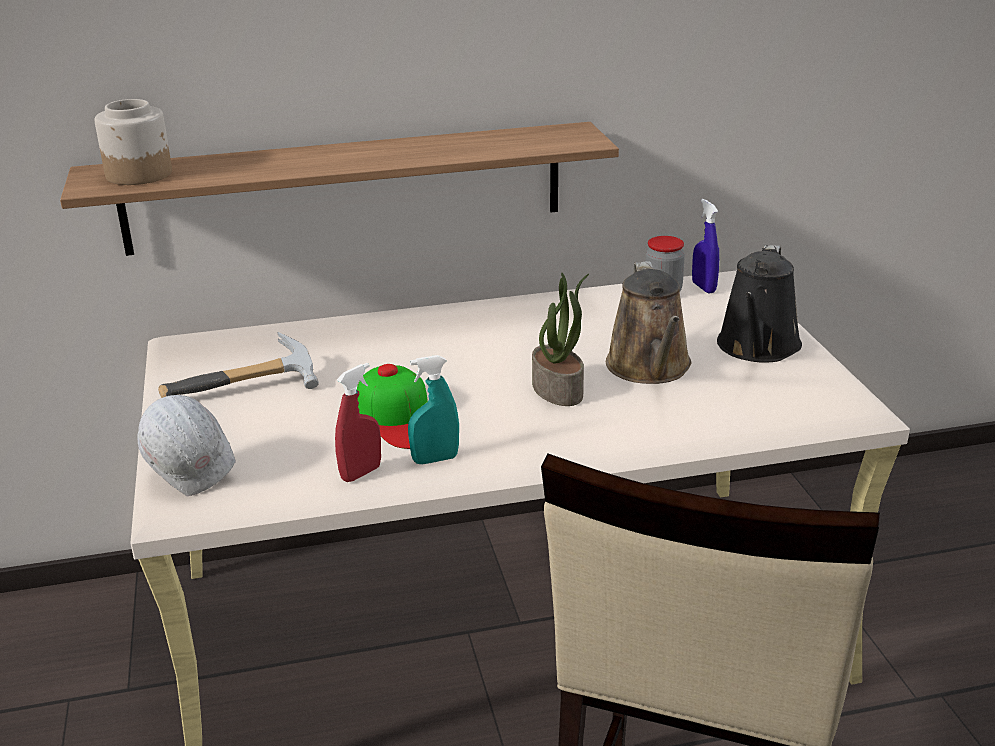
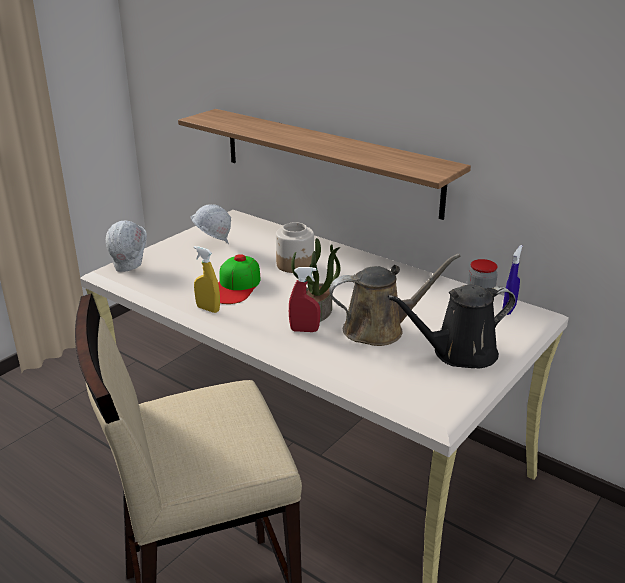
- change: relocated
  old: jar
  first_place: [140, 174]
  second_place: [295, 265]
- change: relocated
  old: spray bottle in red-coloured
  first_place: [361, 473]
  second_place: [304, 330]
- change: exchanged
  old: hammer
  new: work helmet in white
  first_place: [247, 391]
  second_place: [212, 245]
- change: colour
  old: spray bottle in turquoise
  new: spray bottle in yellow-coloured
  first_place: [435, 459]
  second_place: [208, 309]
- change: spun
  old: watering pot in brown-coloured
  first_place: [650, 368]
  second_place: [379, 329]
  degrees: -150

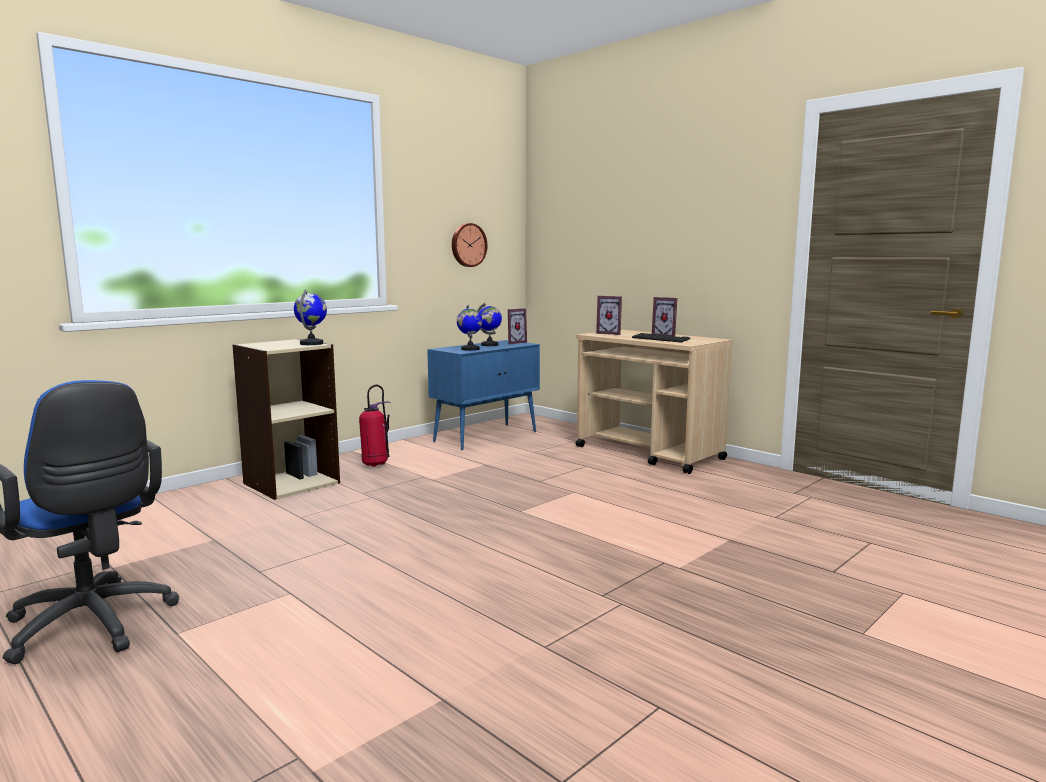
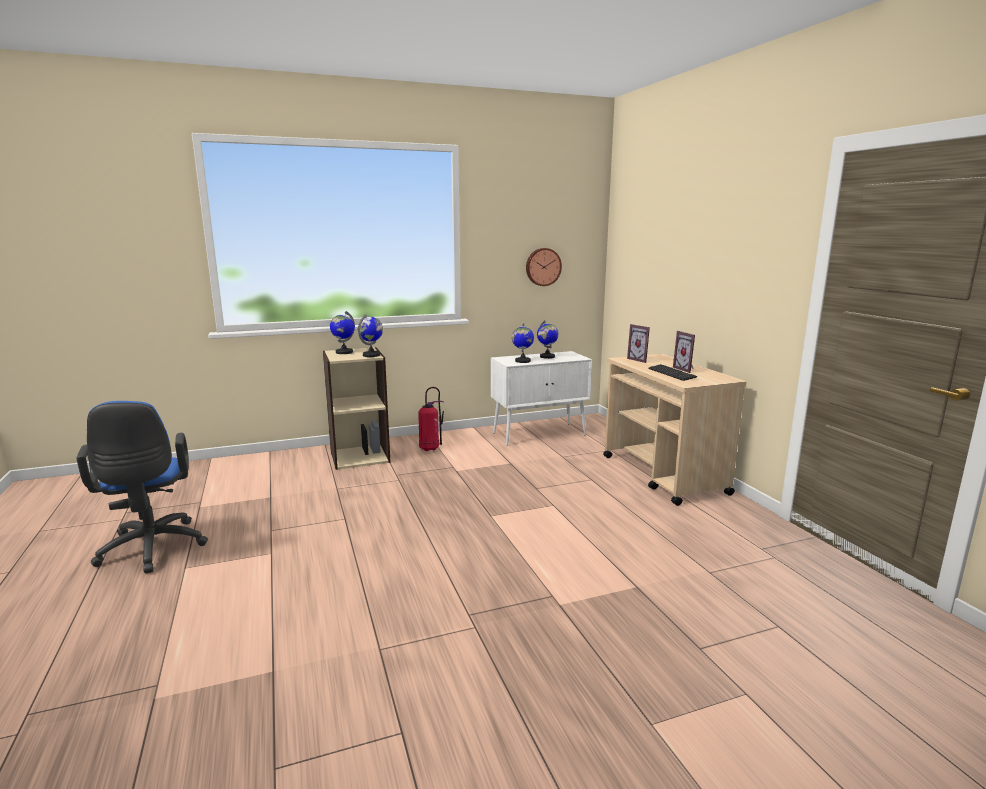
- change: missing
  old: photo frame
  first_place: [514, 342]
- change: appeared
  new: globe
  second_place: [344, 352]
- change: colour
  old: cabinet in bluish
  new: cabinet in white
  first_place: [486, 436]
  second_place: [540, 434]

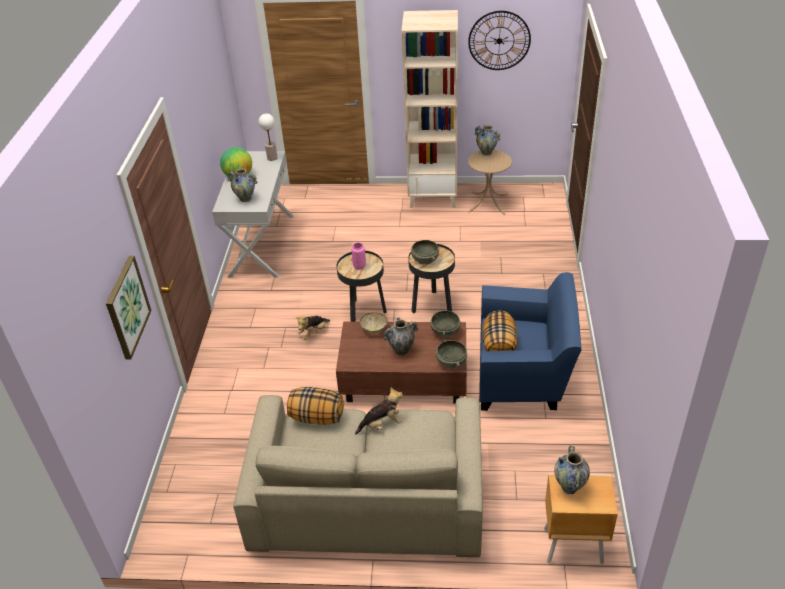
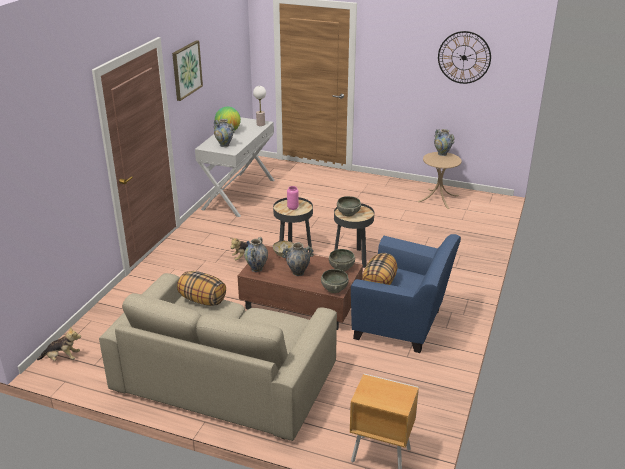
- change: missing
  old: bookcase in sand-coloured
  first_place: [433, 197]
- change: relocated
  old: wall picture
  first_place: [127, 307]
  second_place: [186, 70]
- change: relocated
  old: plush toy
  first_place: [382, 424]
  second_place: [62, 358]
- change: relocated
  old: vase
  first_place: [569, 487]
  second_place: [256, 269]

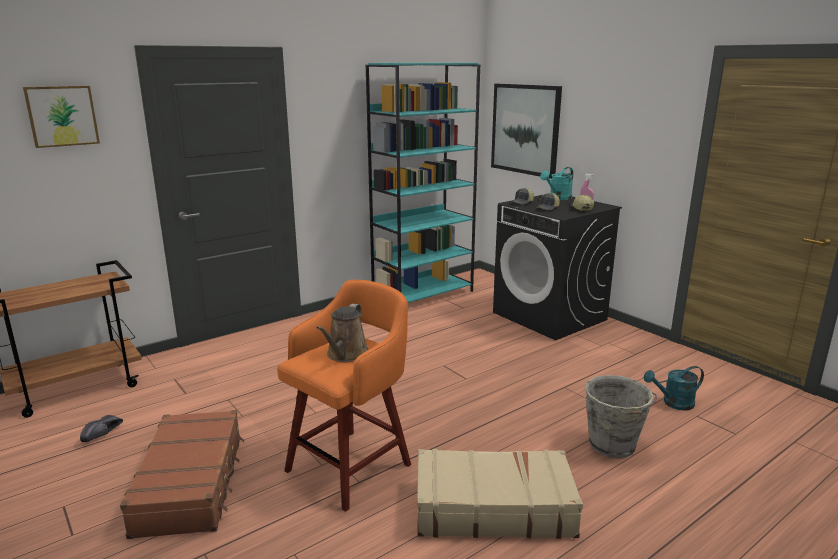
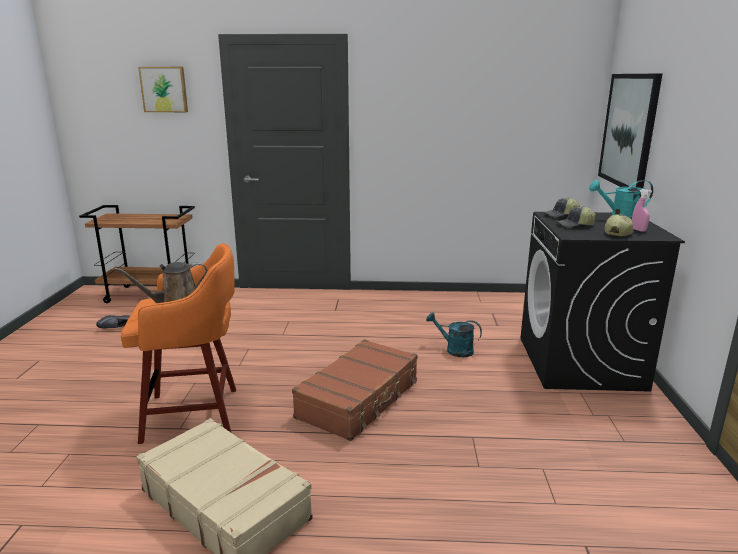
- change: missing
  old: bookcase in turquoise
  first_place: [423, 294]
- change: missing
  old: water bucket in gray
  first_place: [612, 446]
- change: relocated
  old: piece of luggage in brown-coloured
  first_place: [191, 483]
  second_place: [359, 399]
- change: relocated
  old: watering pot in turquoise
  first_place: [673, 403]
  second_place: [454, 350]

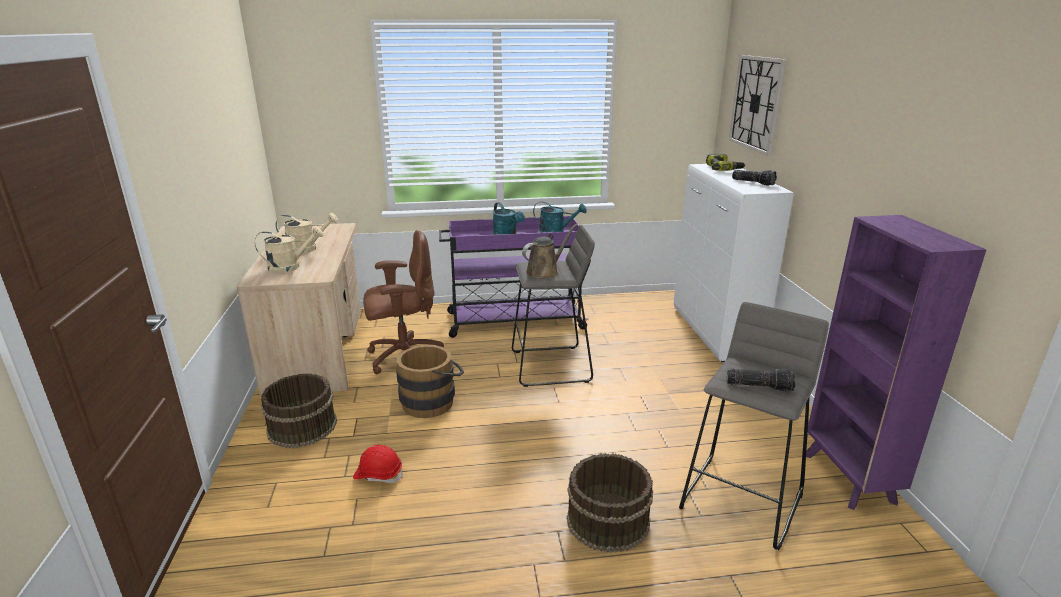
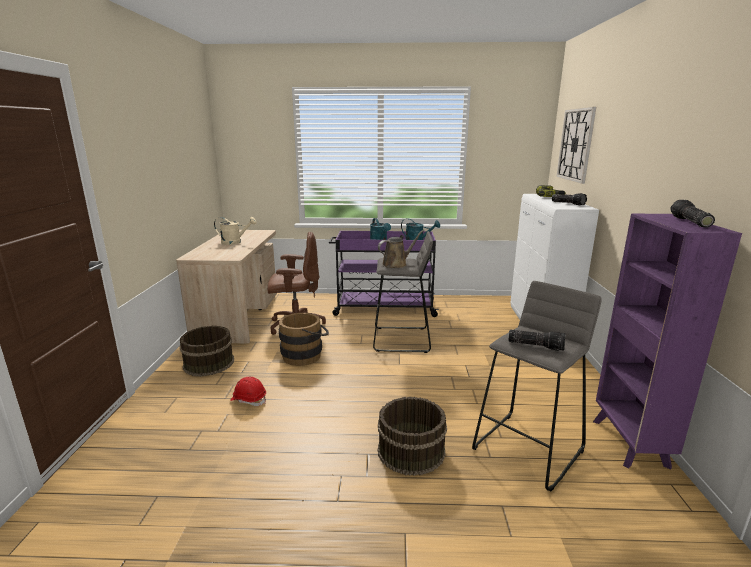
- change: missing
  old: watering pot in sand-coloured
  first_place: [290, 267]
- change: appeared
  new: torch
  second_place: [689, 222]

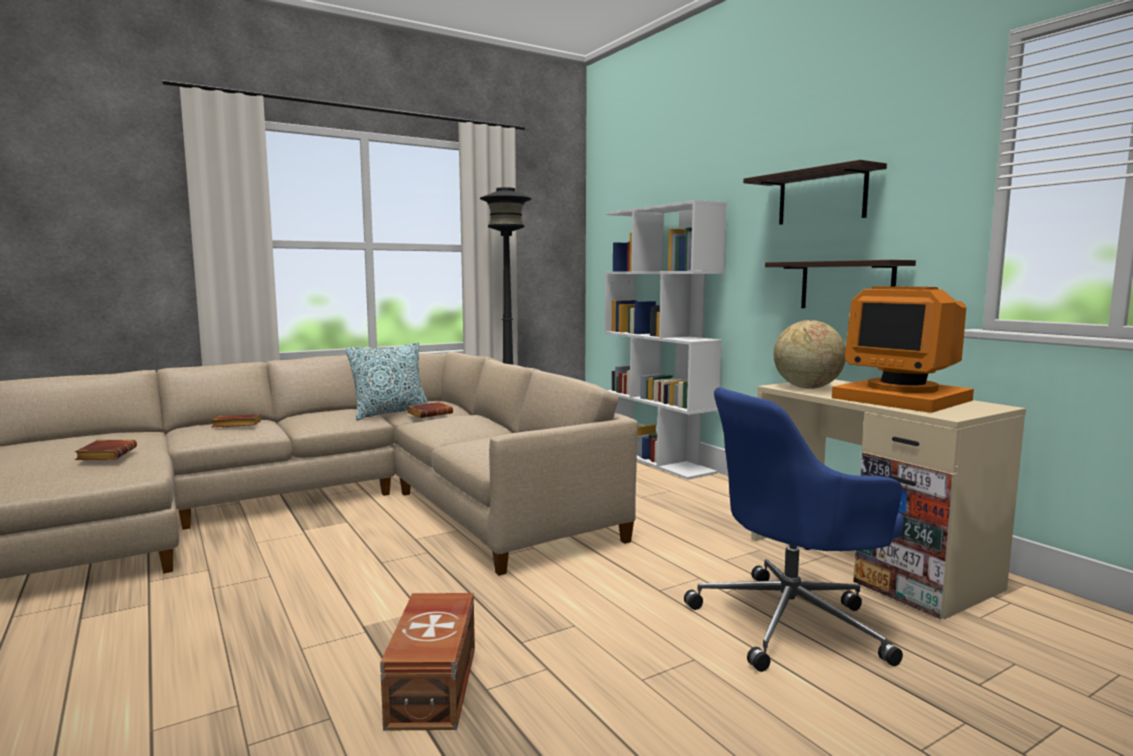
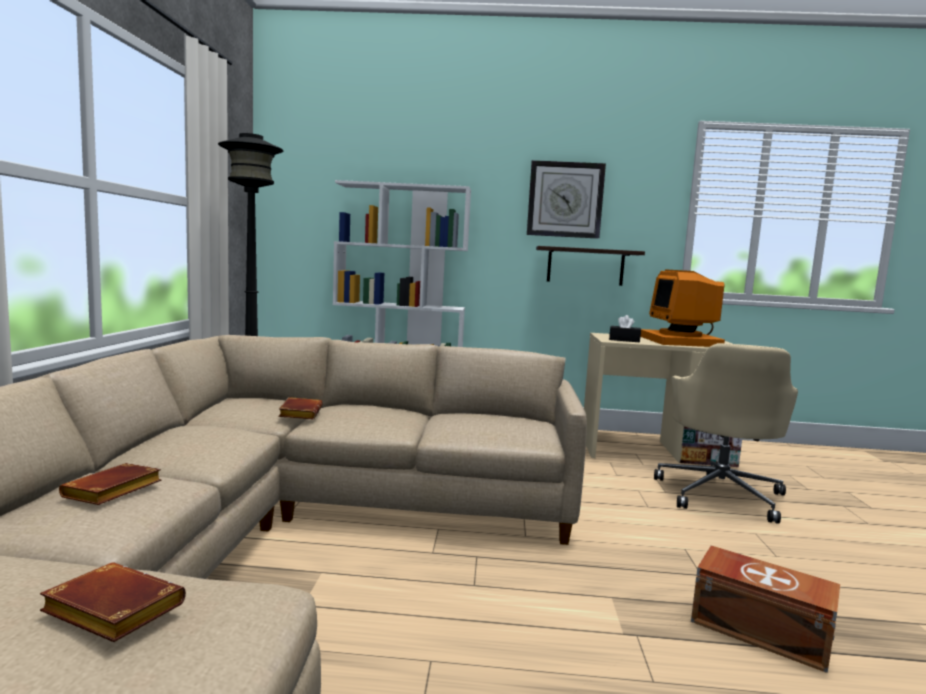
- change: missing
  old: pillow
  first_place: [390, 413]
- change: exchanged
  old: wall shelf
  new: clock on the wall
  first_place: [821, 197]
  second_place: [565, 200]
- change: exchanged
  old: globe
  new: tissue box in blackish
  first_place: [806, 388]
  second_place: [624, 340]
- change: colour
  old: office chair in bluish
  new: office chair in sand-coloured
  first_place: [792, 622]
  second_place: [720, 494]
- change: spun
  old: computer screen
  first_place: [903, 398]
  second_place: [681, 341]
  degrees: 90

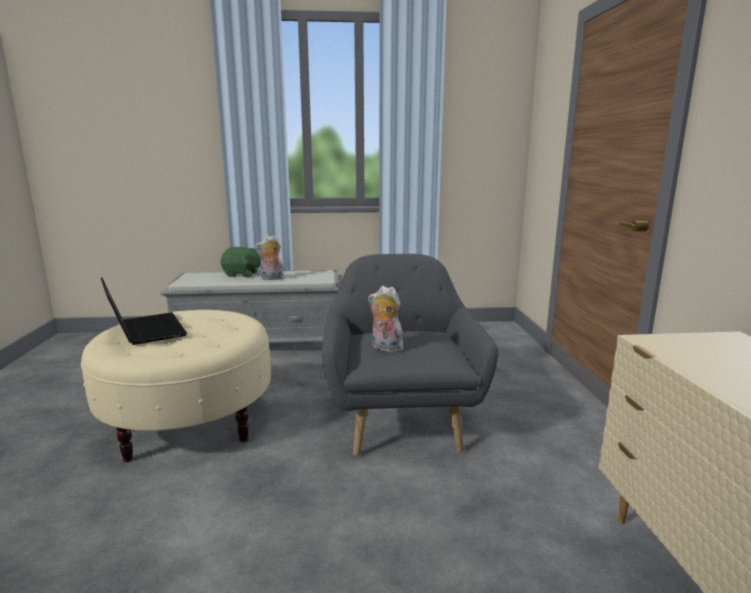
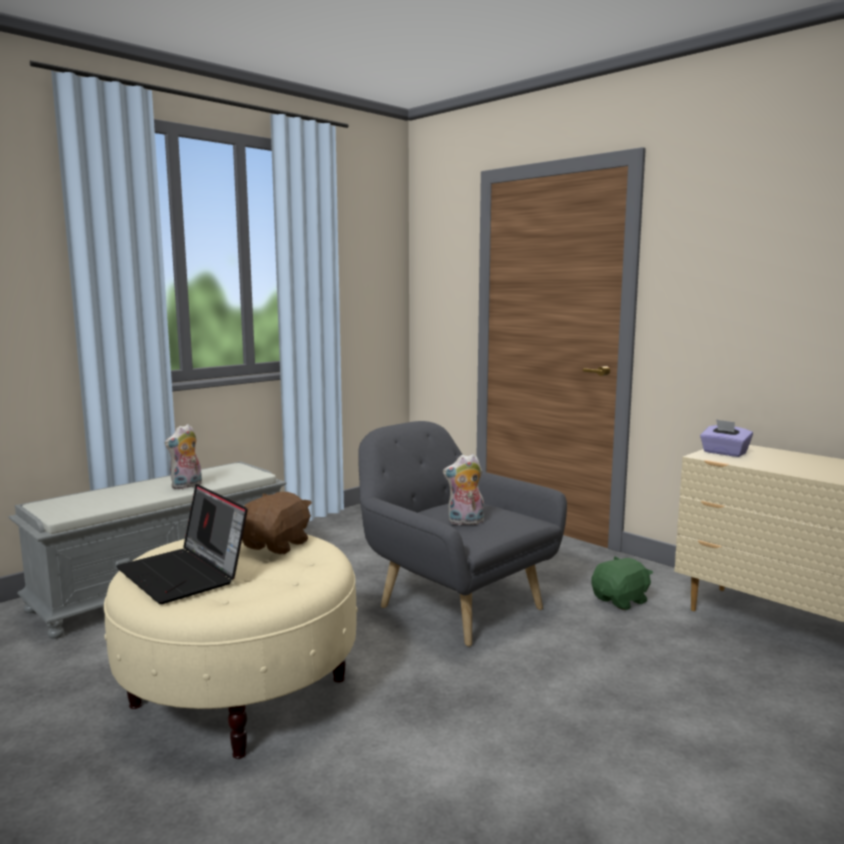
- change: appeared
  new: plush toy in brown-coloured
  second_place: [277, 545]
- change: appeared
  new: tissue box in purple-coloured
  second_place: [724, 453]
- change: relocated
  old: plush toy in greenish
  first_place: [242, 274]
  second_place: [621, 600]
- change: spun
  old: laptop
  first_place: [145, 330]
  second_place: [185, 574]
  degrees: -150

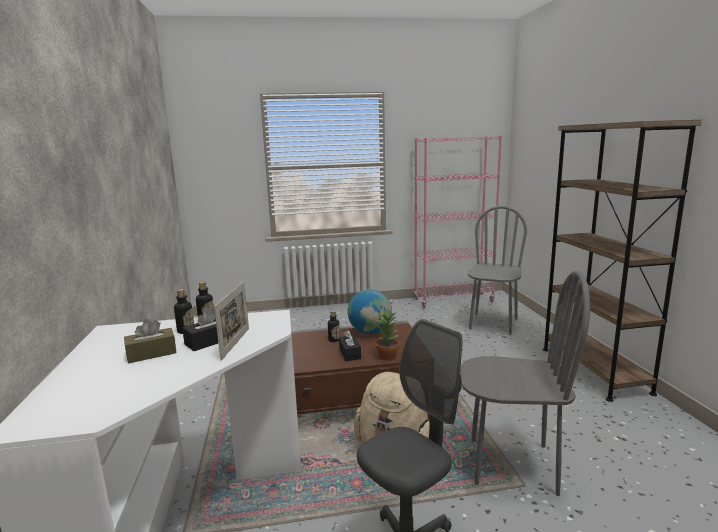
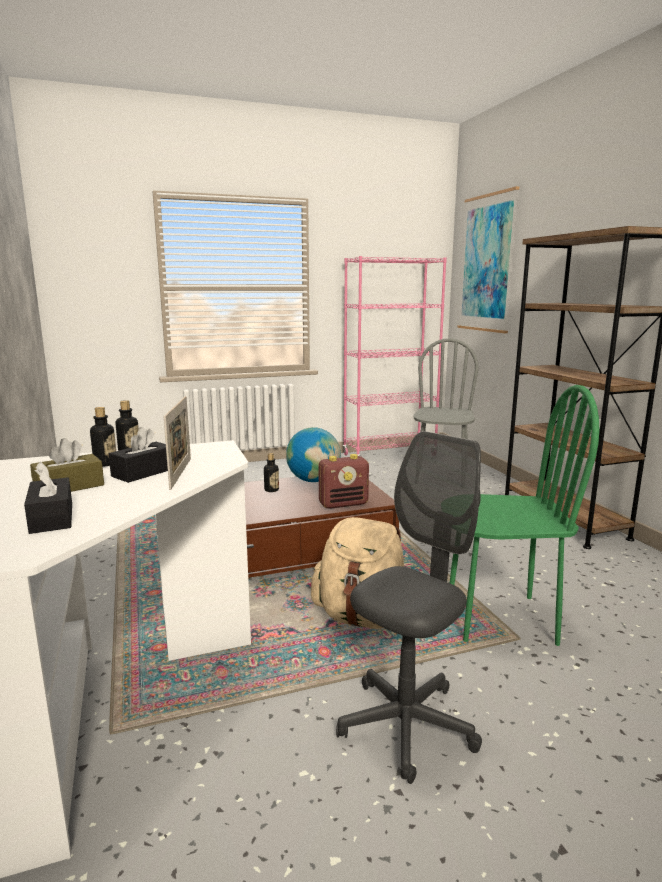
- change: appeared
  new: wall picture
  second_place: [486, 264]
- change: relocated
  old: tissue box in blackish
  first_place: [350, 353]
  second_place: [51, 518]
- change: exchanged
  old: houseplant
  new: radio set
  first_place: [388, 356]
  second_place: [343, 504]
- change: colour
  old: plain chair in gray
  new: plain chair in greenish
  first_place: [512, 465]
  second_place: [500, 619]

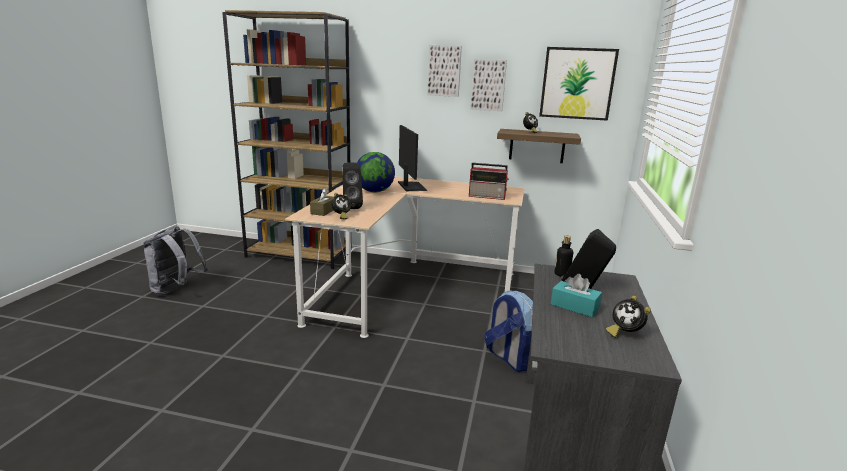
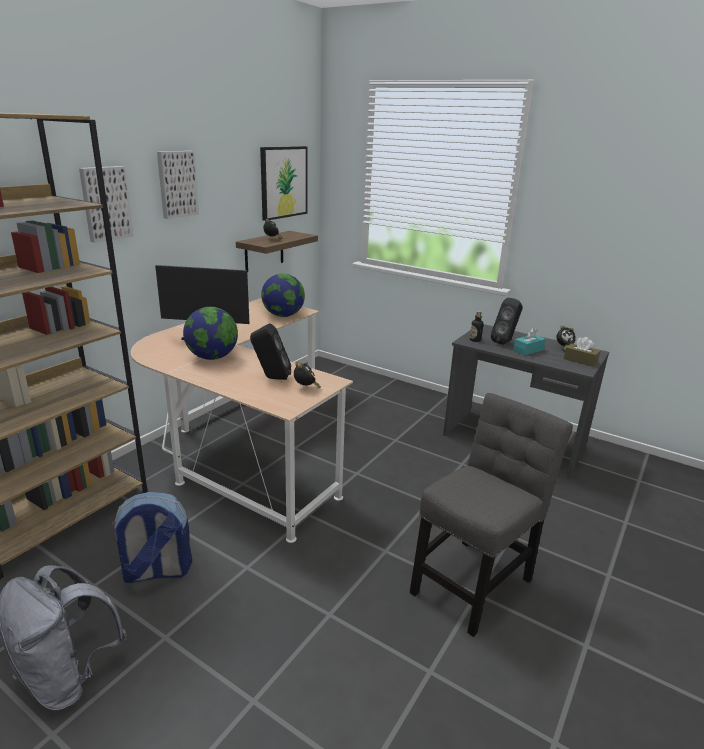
- change: appeared
  new: plain chair in gray
  second_place: [474, 581]
- change: relocated
  old: tissue box in brown-coloured
  first_place: [324, 211]
  second_place: [580, 360]
- change: relocated
  old: wall picture
  first_place: [488, 85]
  second_place: [105, 203]
- change: relocated
  old: backpack
  first_place: [509, 358]
  second_place: [156, 572]
- change: exchanged
  old: radio set
  new: globe
  first_place: [488, 196]
  second_place: [283, 315]

